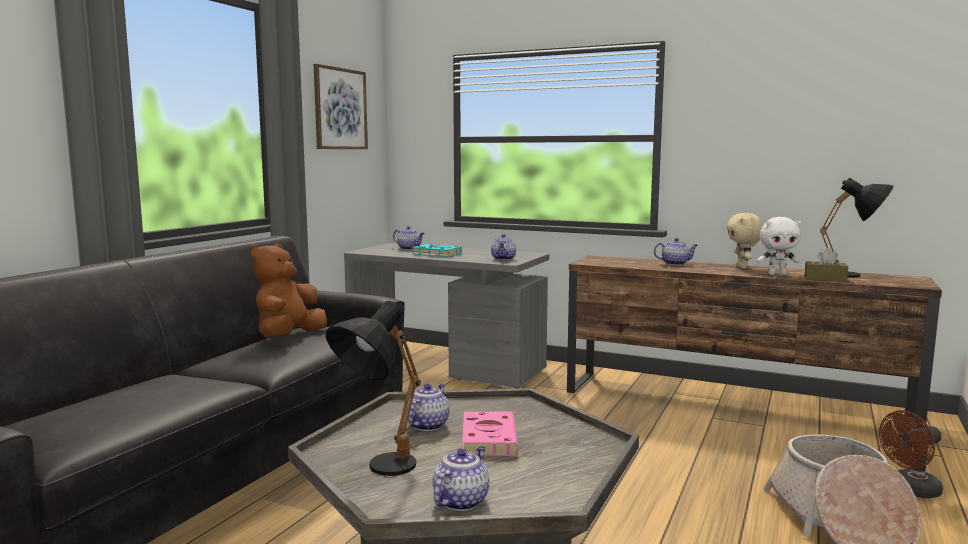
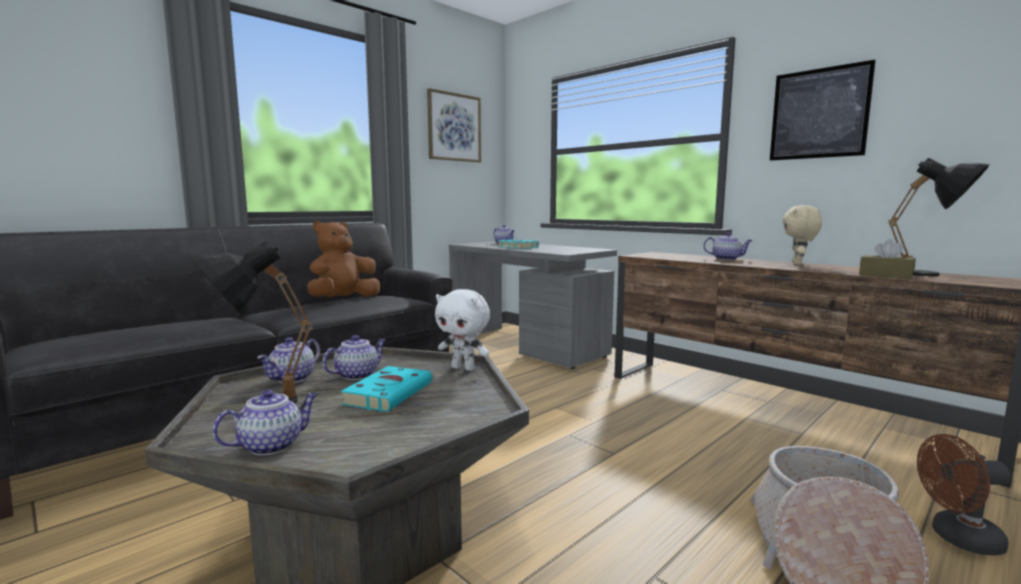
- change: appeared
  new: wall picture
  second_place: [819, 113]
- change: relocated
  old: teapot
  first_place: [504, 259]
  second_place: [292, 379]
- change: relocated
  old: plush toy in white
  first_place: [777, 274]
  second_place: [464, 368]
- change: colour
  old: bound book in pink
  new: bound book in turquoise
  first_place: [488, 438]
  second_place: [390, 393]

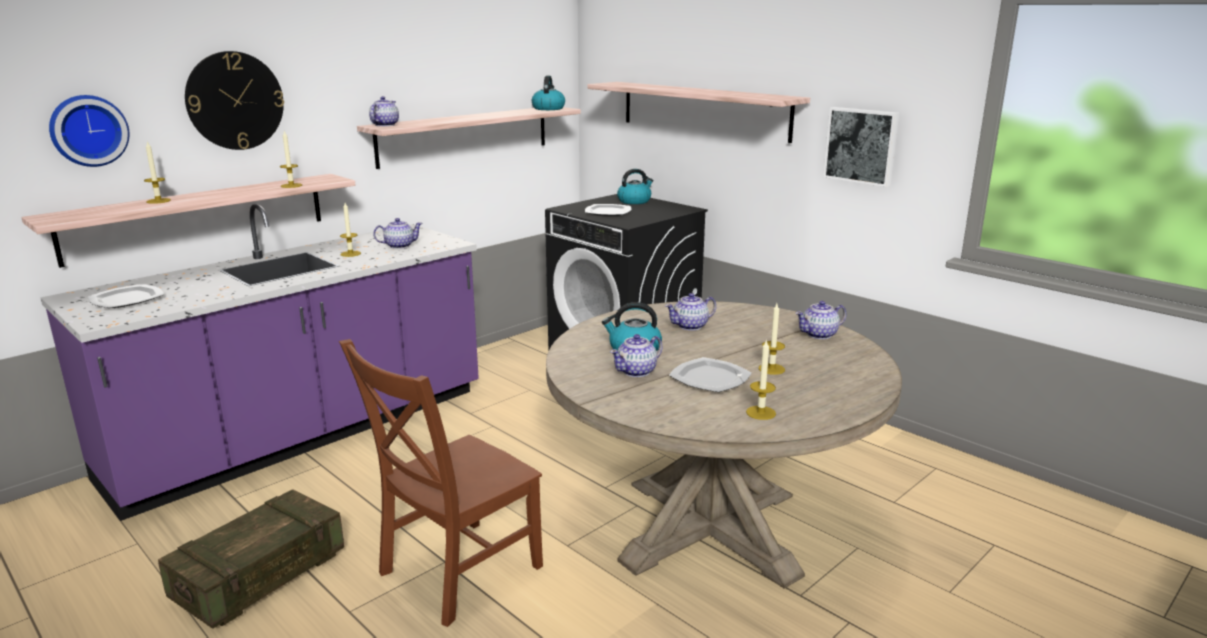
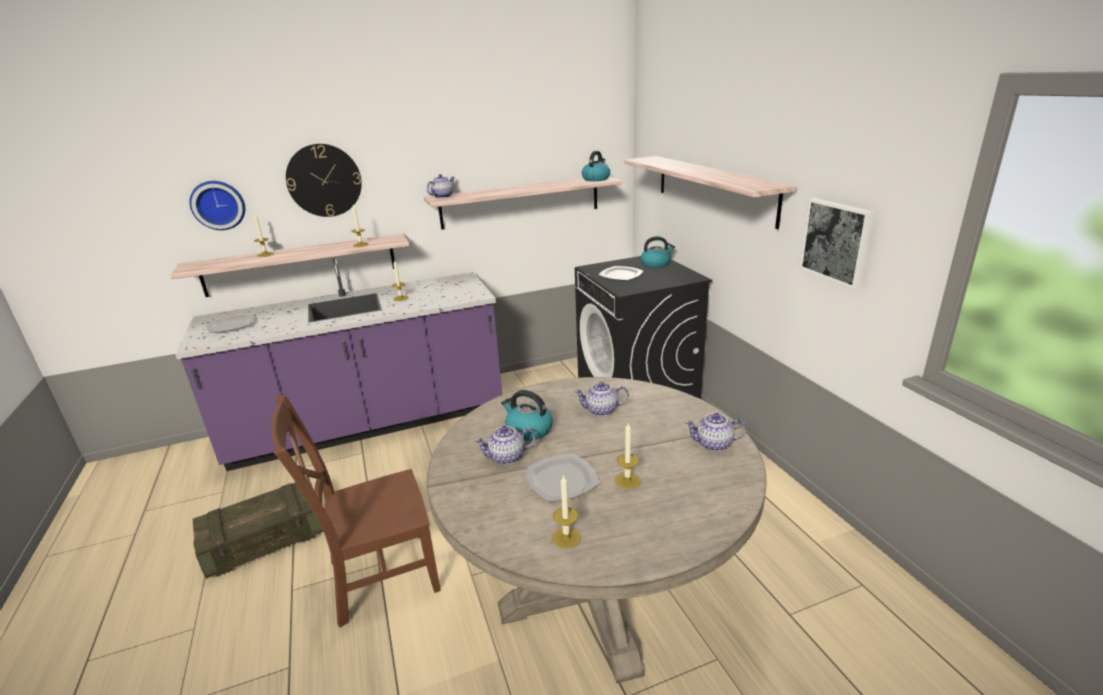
- change: missing
  old: teapot
  first_place: [399, 246]

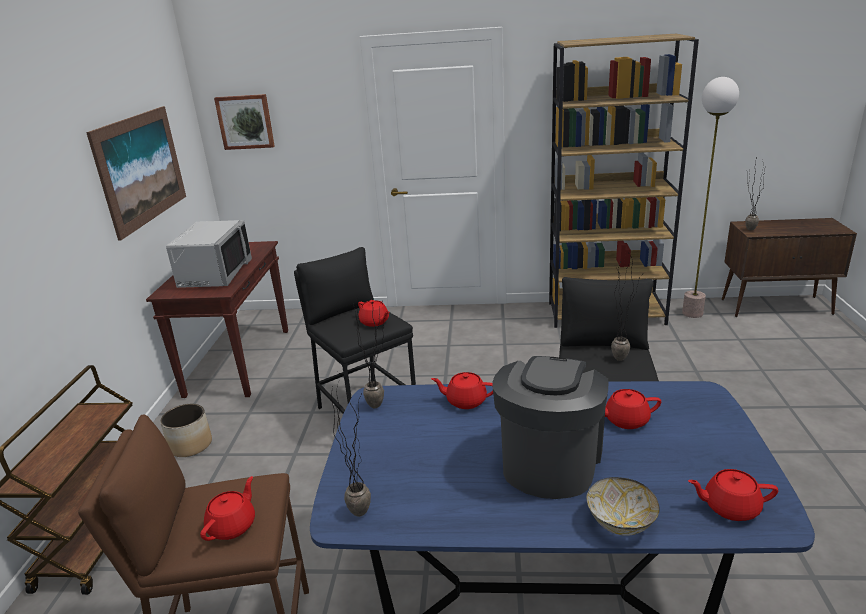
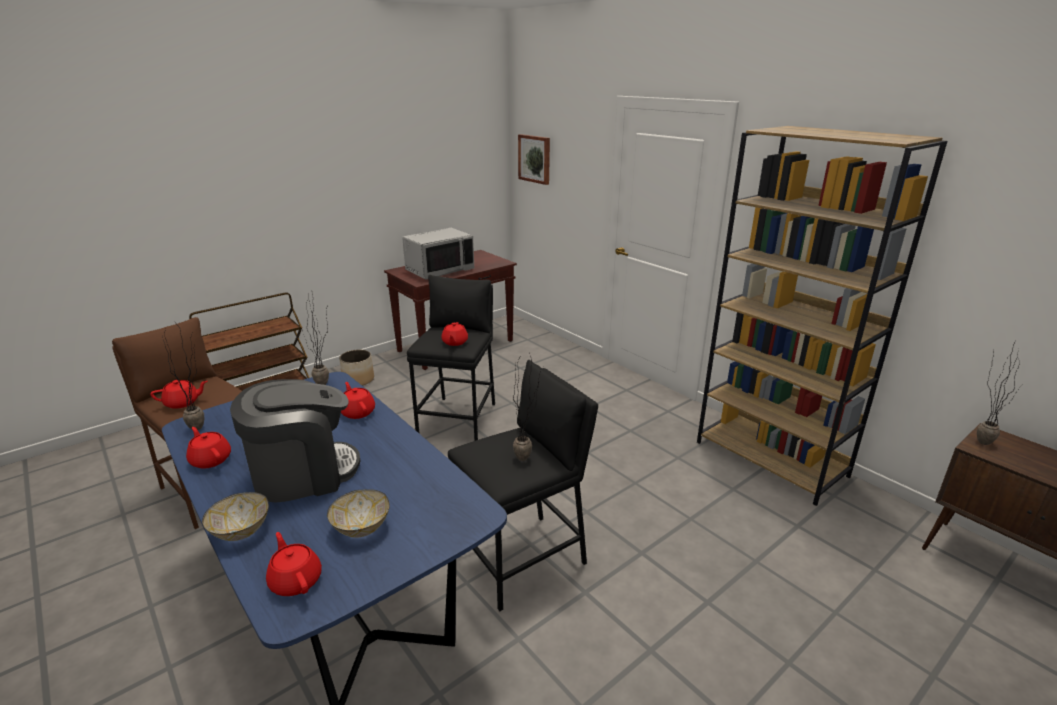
- change: missing
  old: wall picture
  first_place: [141, 168]
- change: missing
  old: standard lamp
  first_place: [693, 313]
- change: appeared
  new: bowl
  second_place: [360, 528]
- change: relocated
  old: teapot in red-coloured
  first_place: [625, 420]
  second_place: [211, 459]

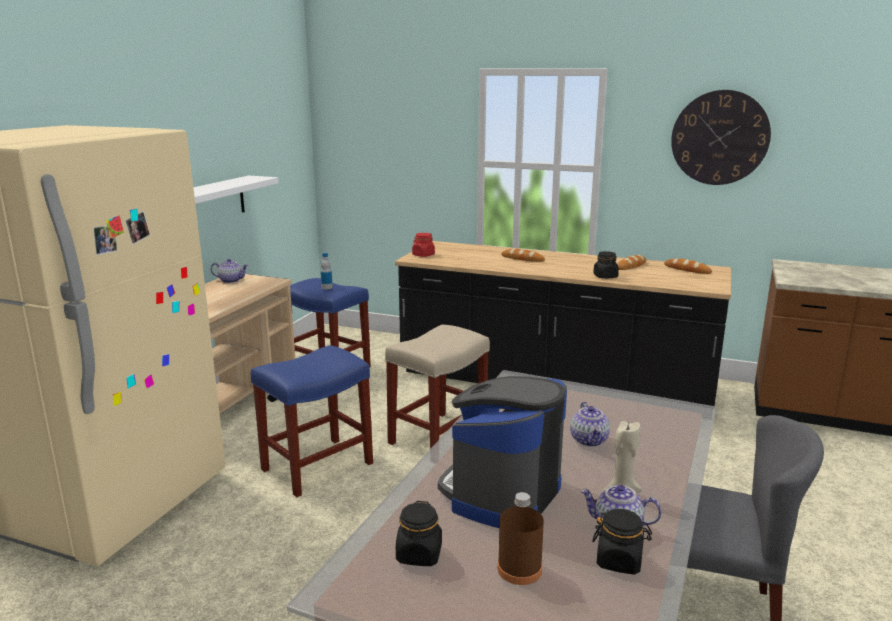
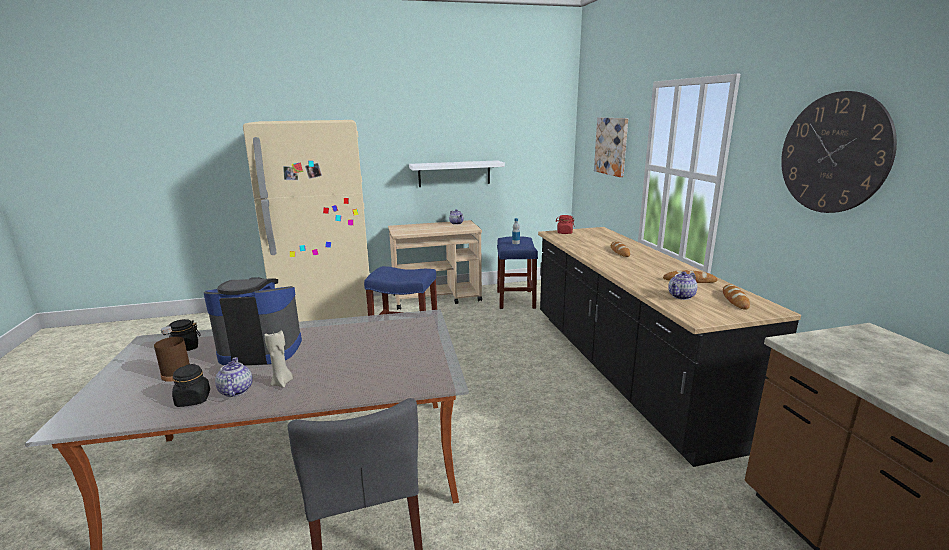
- change: missing
  old: stool in sand-coloured
  first_place: [439, 436]
- change: missing
  old: jar in blackish
  first_place: [605, 276]
- change: appeared
  new: wall picture
  second_place: [611, 146]
- change: relocated
  old: teapot
  first_place: [589, 440]
  second_place: [681, 296]

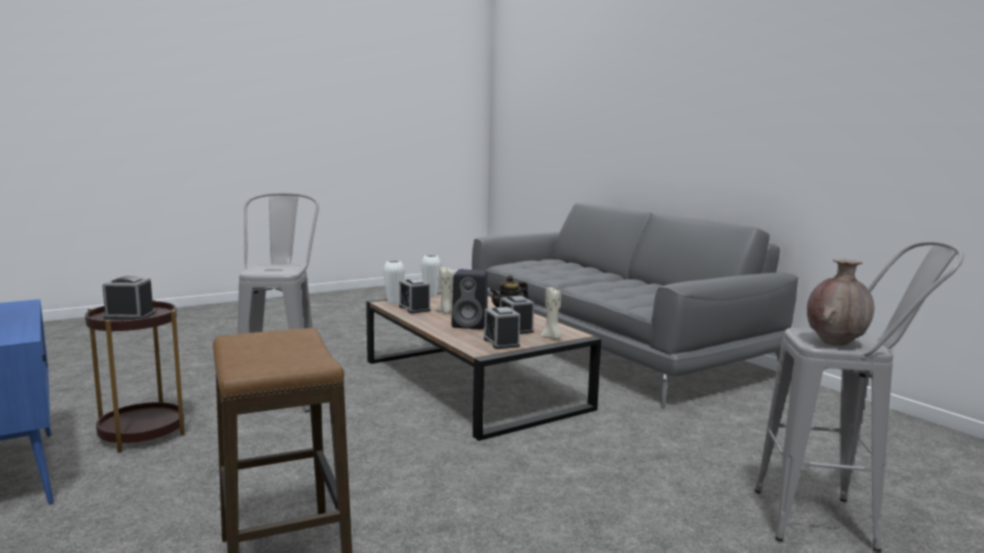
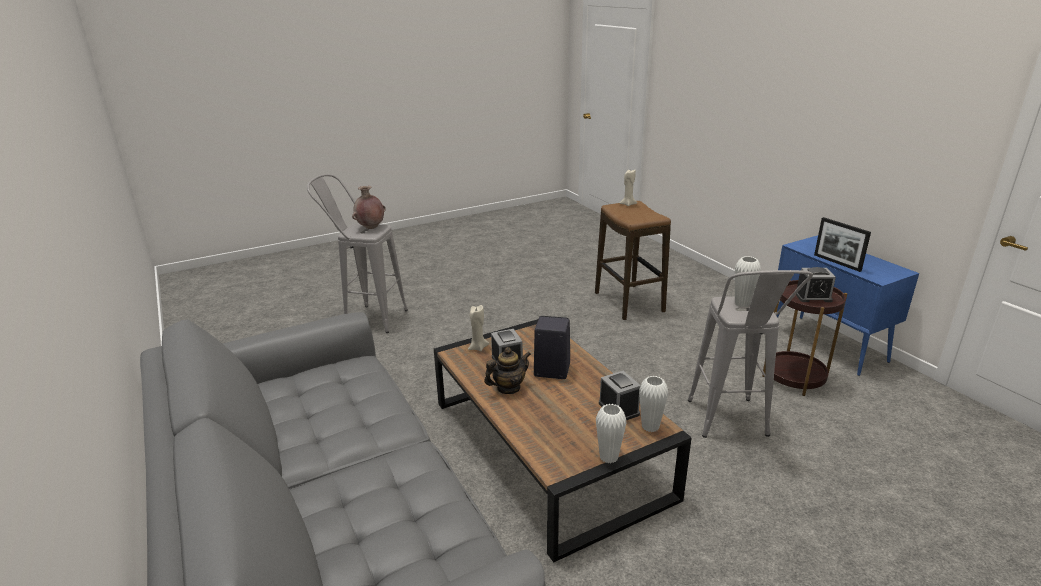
- change: missing
  old: bedside clock
  first_place: [501, 343]
- change: appeared
  new: vase in white
  second_place: [742, 304]
- change: appeared
  new: photo frame
  second_place: [837, 263]
- change: relocated
  old: wax candle in sand-coloured
  first_place: [446, 312]
  second_place: [628, 204]

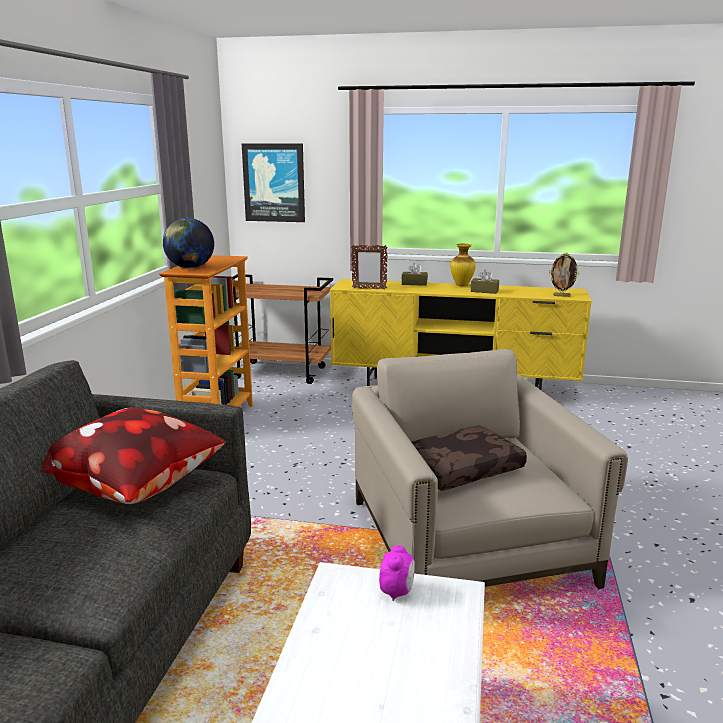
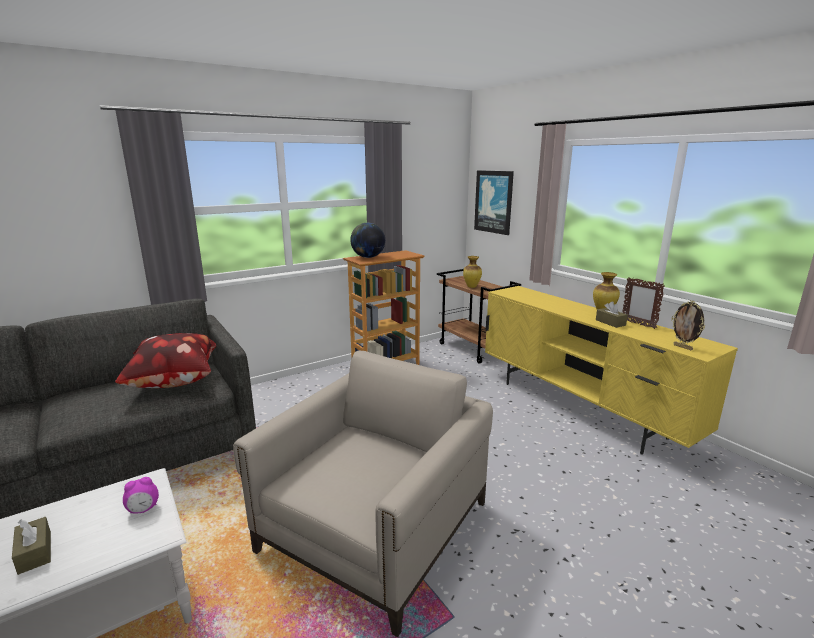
- change: missing
  old: pillow in brown-coloured
  first_place: [461, 468]
- change: appeared
  new: vase
  second_place: [472, 287]
- change: relocated
  old: photo frame
  first_place: [369, 289]
  second_place: [638, 324]
- change: relocated
  old: tissue box in brown-coloured
  first_place: [414, 283]
  second_place: [35, 552]

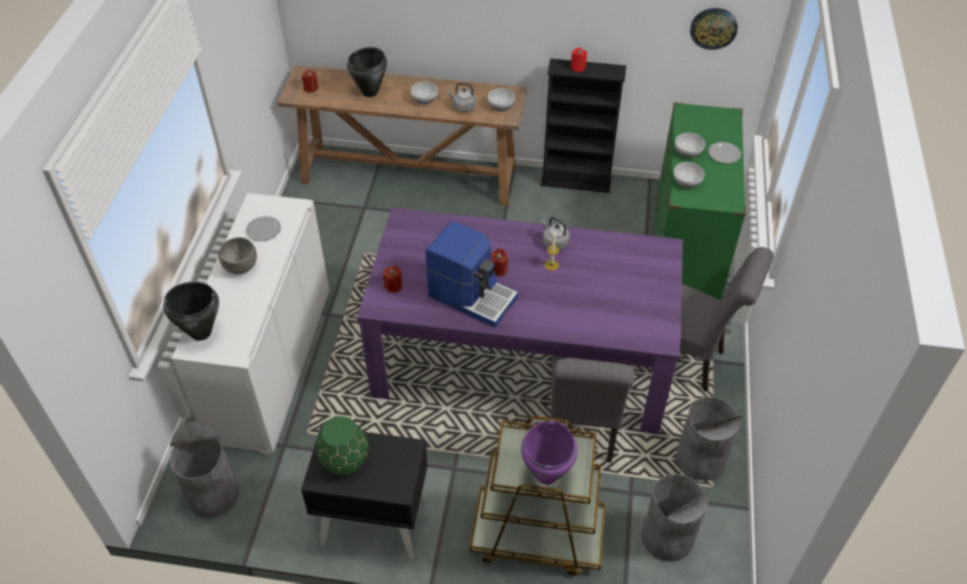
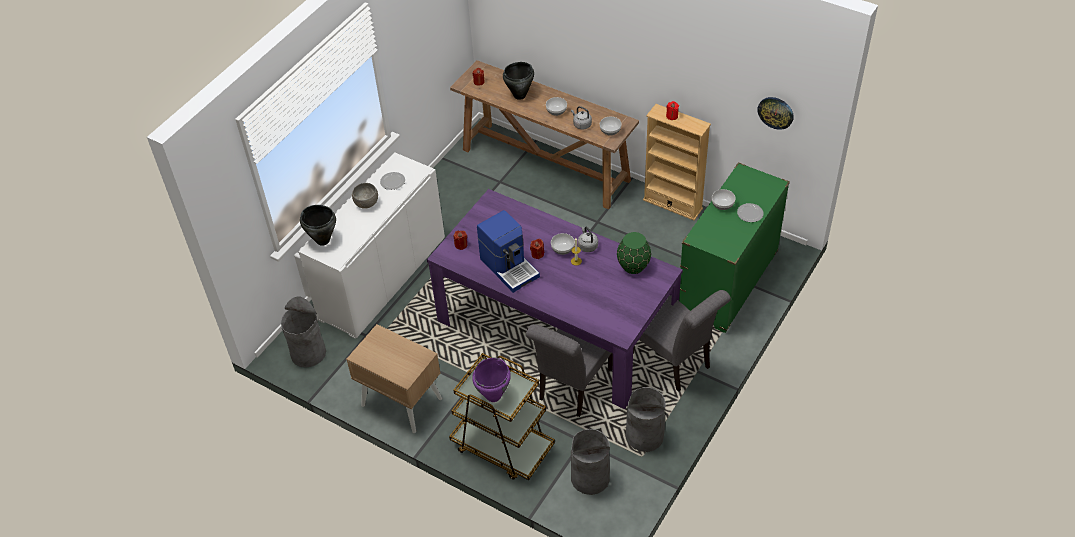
- change: relocated
  old: vase in greenish
  first_place: [344, 462]
  second_place: [633, 266]
- change: relocated
  old: bowl
  first_place: [687, 182]
  second_place: [563, 249]
- change: colour
  old: night table in blackish
  new: night table in sand-coloured
  first_place: [373, 520]
  second_place: [401, 401]
- change: colour
  old: bookcase in blackish
  new: bookcase in sand-coloured
  first_place: [576, 181]
  second_place: [672, 204]

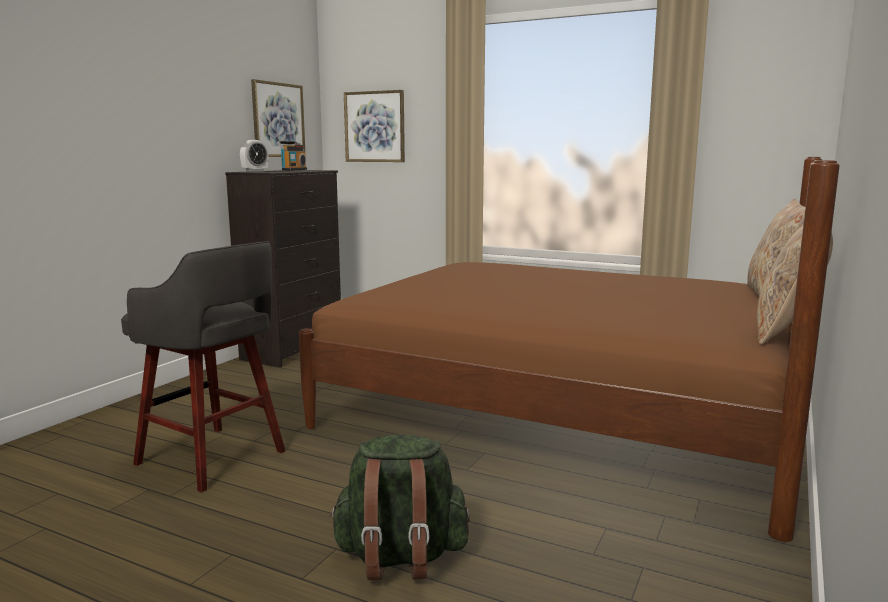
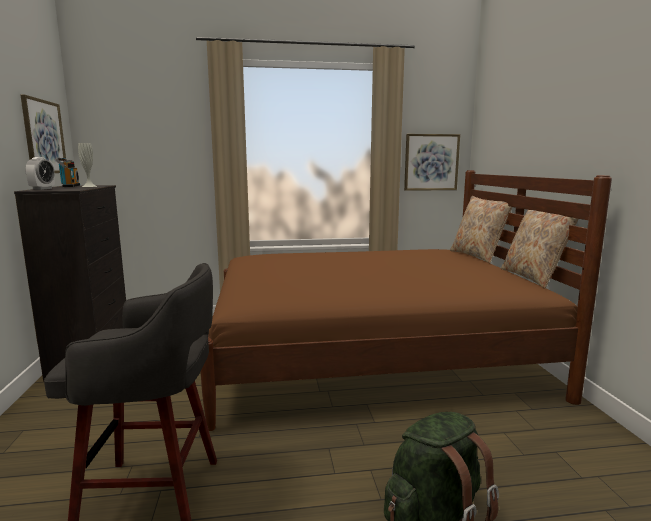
- change: appeared
  new: vase in white
  second_place: [89, 186]
- change: relocated
  old: wall picture
  first_place: [375, 127]
  second_place: [431, 162]

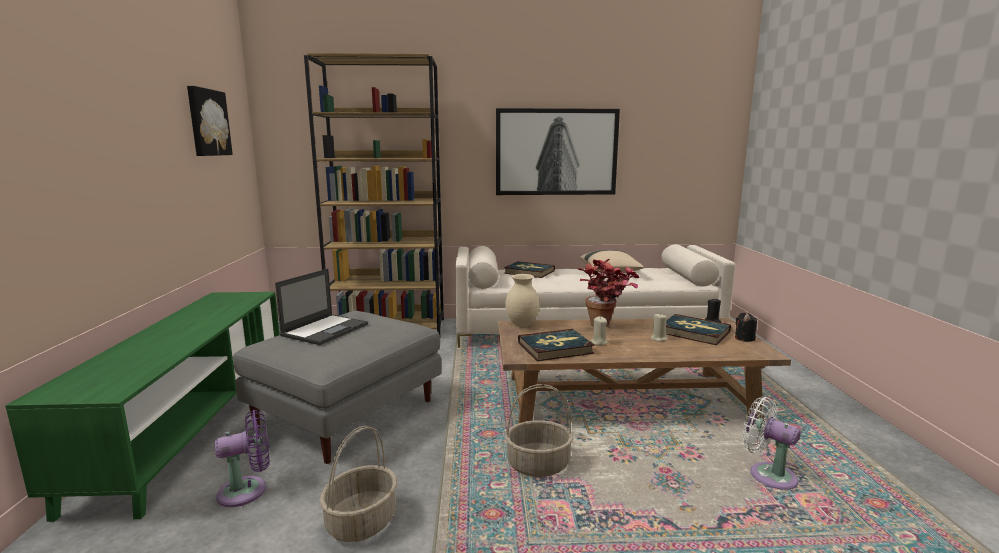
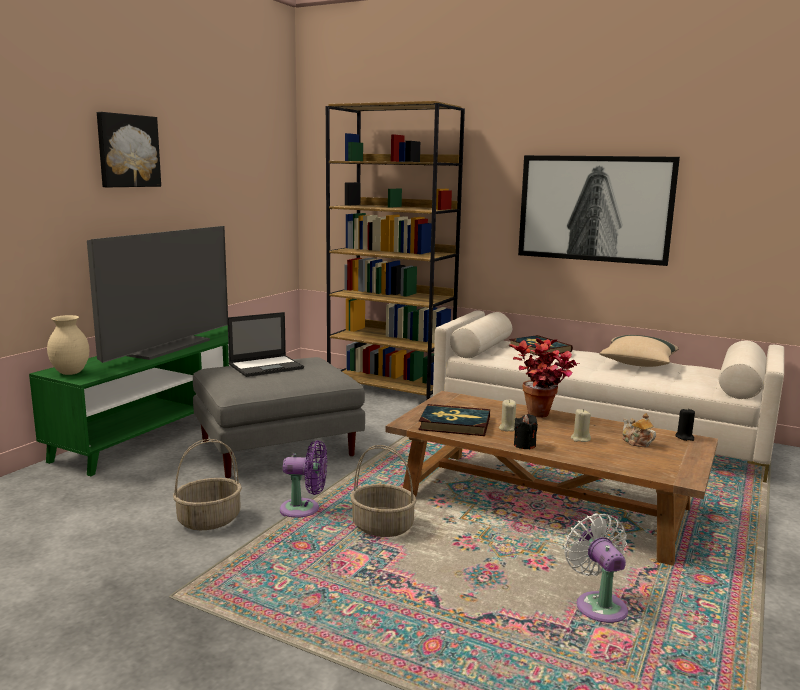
- change: appeared
  new: TV set
  second_place: [165, 346]
- change: relocated
  old: wall picture
  first_place: [207, 122]
  second_place: [127, 151]
- change: relocated
  old: electric fan in purple-coloured
  first_place: [247, 490]
  second_place: [304, 509]
- change: relocated
  old: vase in sand-coloured
  first_place: [522, 325]
  second_place: [71, 373]
- change: relocated
  old: wax candle in blackish
  first_place: [744, 338]
  second_place: [524, 445]
- change: exchanged
  old: bound book
  new: teapot
  first_place: [694, 332]
  second_place: [636, 442]

